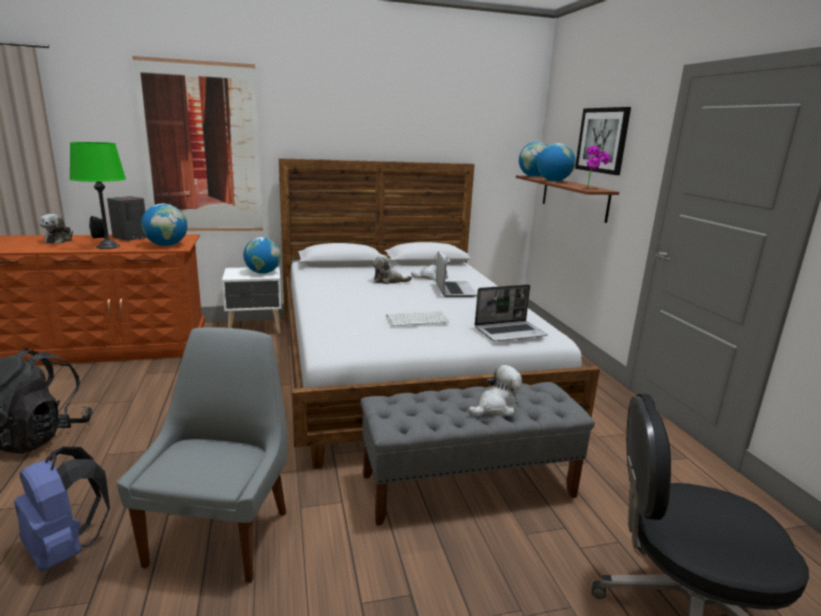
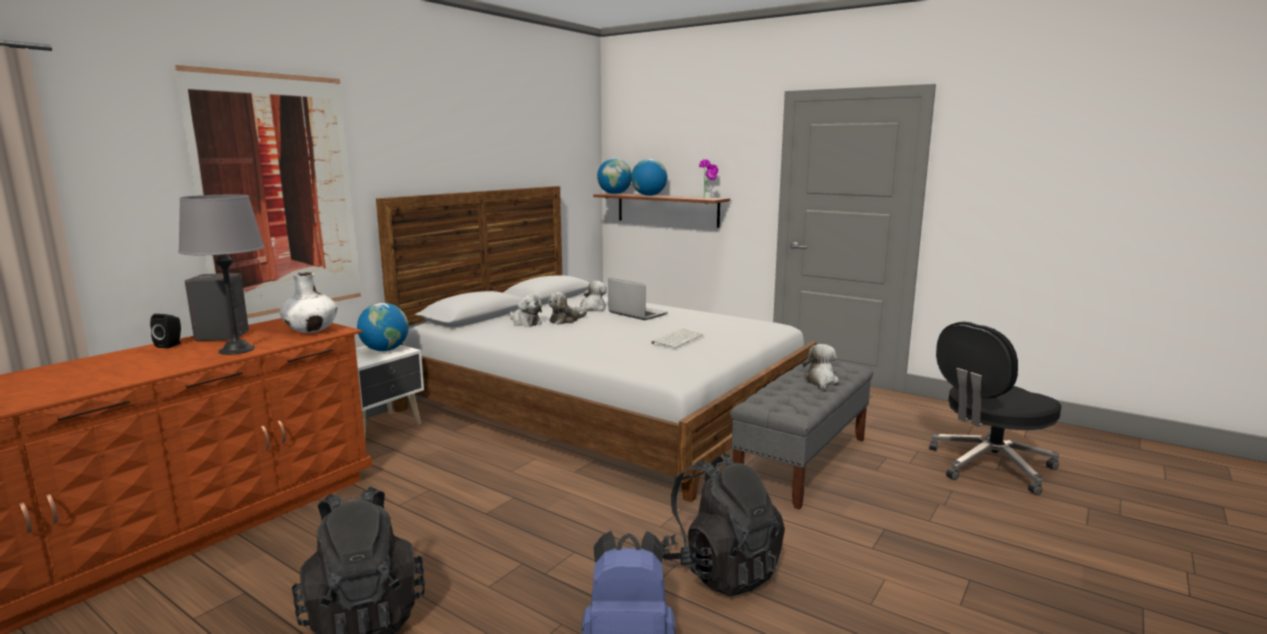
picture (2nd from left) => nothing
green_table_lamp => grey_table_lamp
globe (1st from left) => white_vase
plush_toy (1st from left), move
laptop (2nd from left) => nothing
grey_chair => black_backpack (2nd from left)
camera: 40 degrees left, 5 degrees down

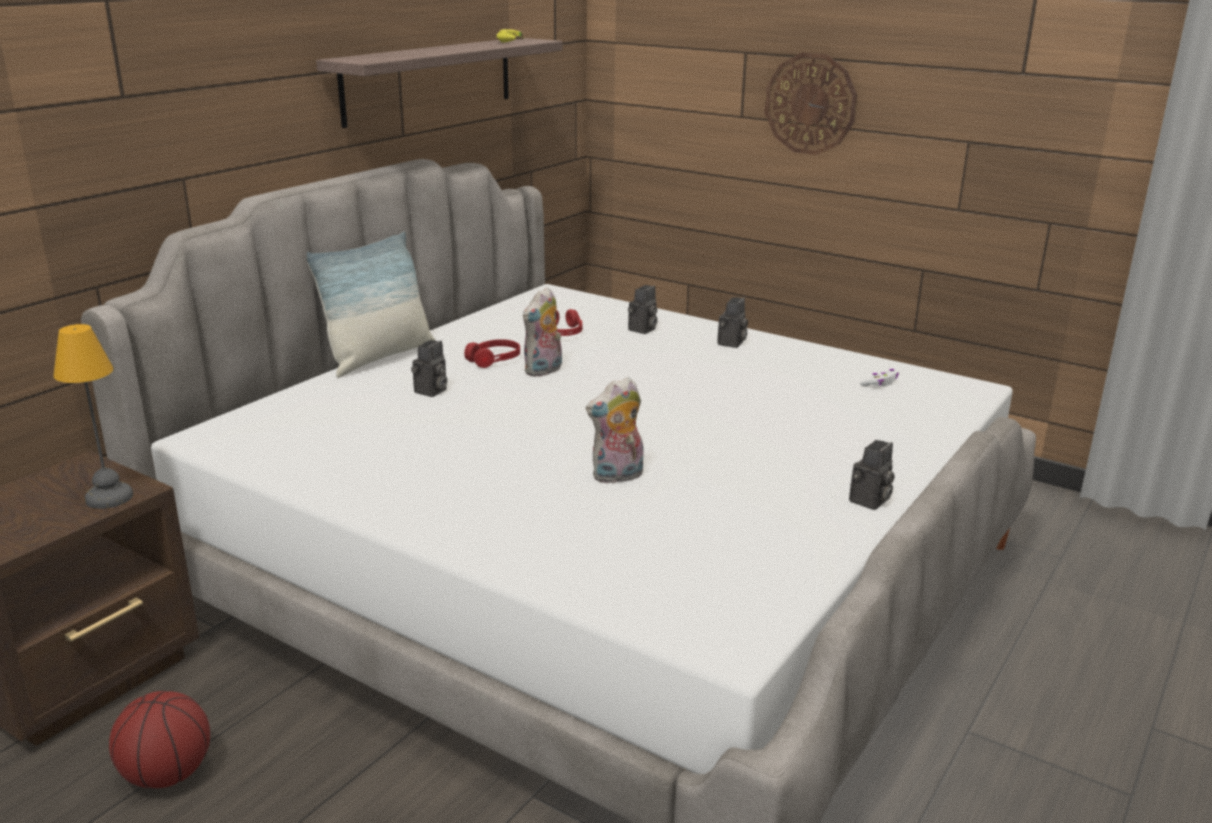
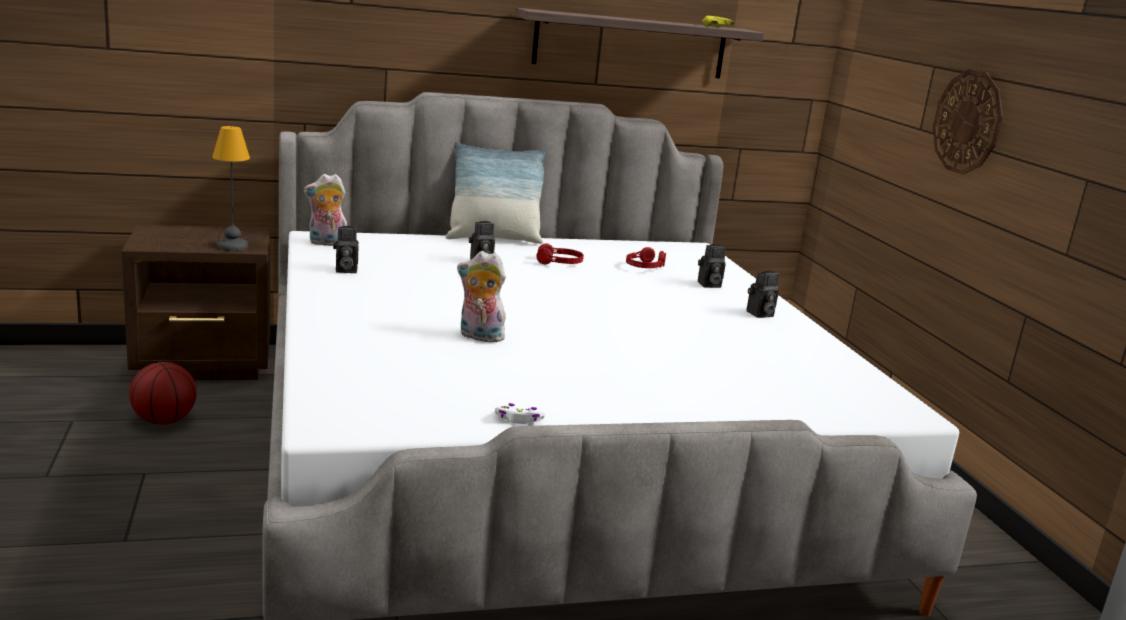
plush_toy (1st from left), move
white_game_controller, move
photo_camera (4th from left in the first image) => photo_camera (1st from left), move
camera: 40 degrees right, 5 degrees down

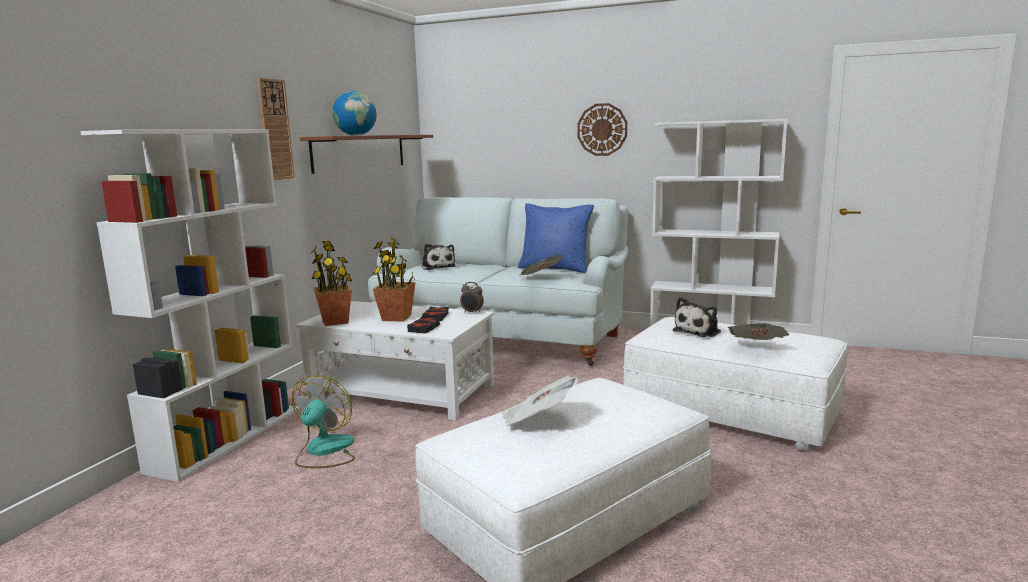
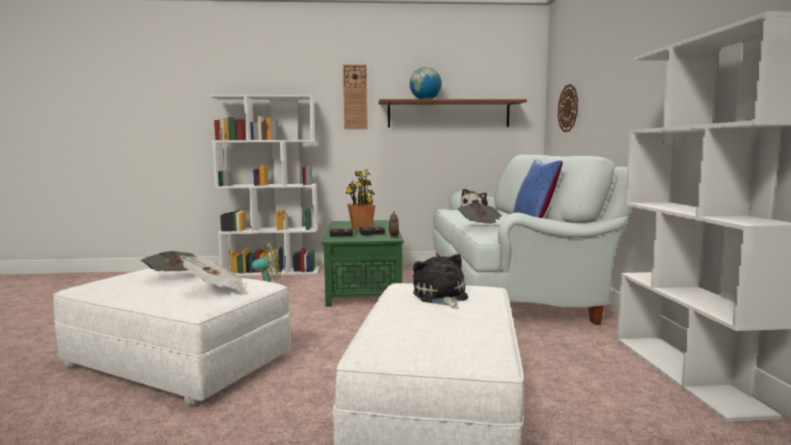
wall_clock (2nd from left), move
potted_plant (1st from left) => nothing
plush_toy (2nd from left in the first image) => plush_toy (1st from left), 60 degrees clockwise
white_coffee_table => green_coffee_table
newspaper (3rd from left in the first image) => newspaper (2nd from left), move
camera: 65 degrees right, 5 degrees down

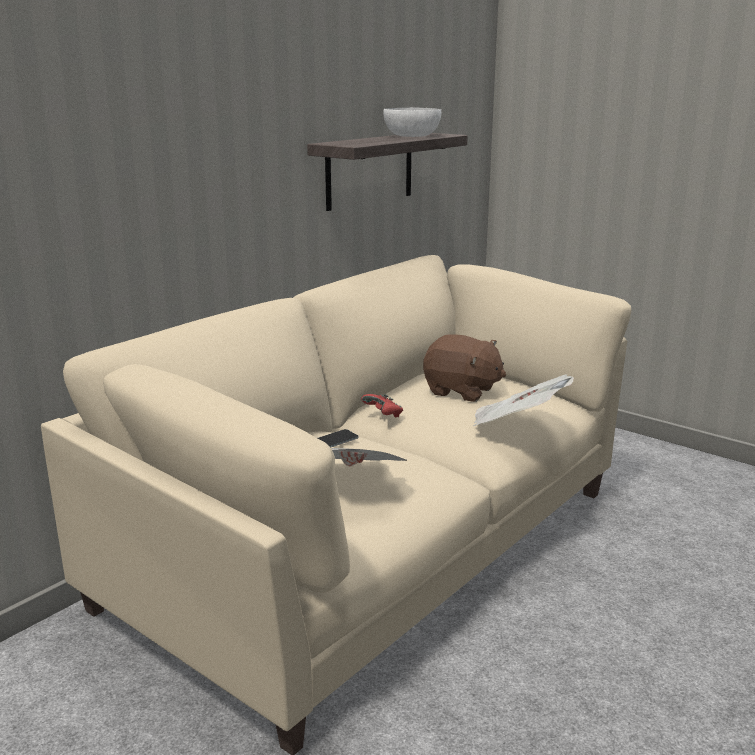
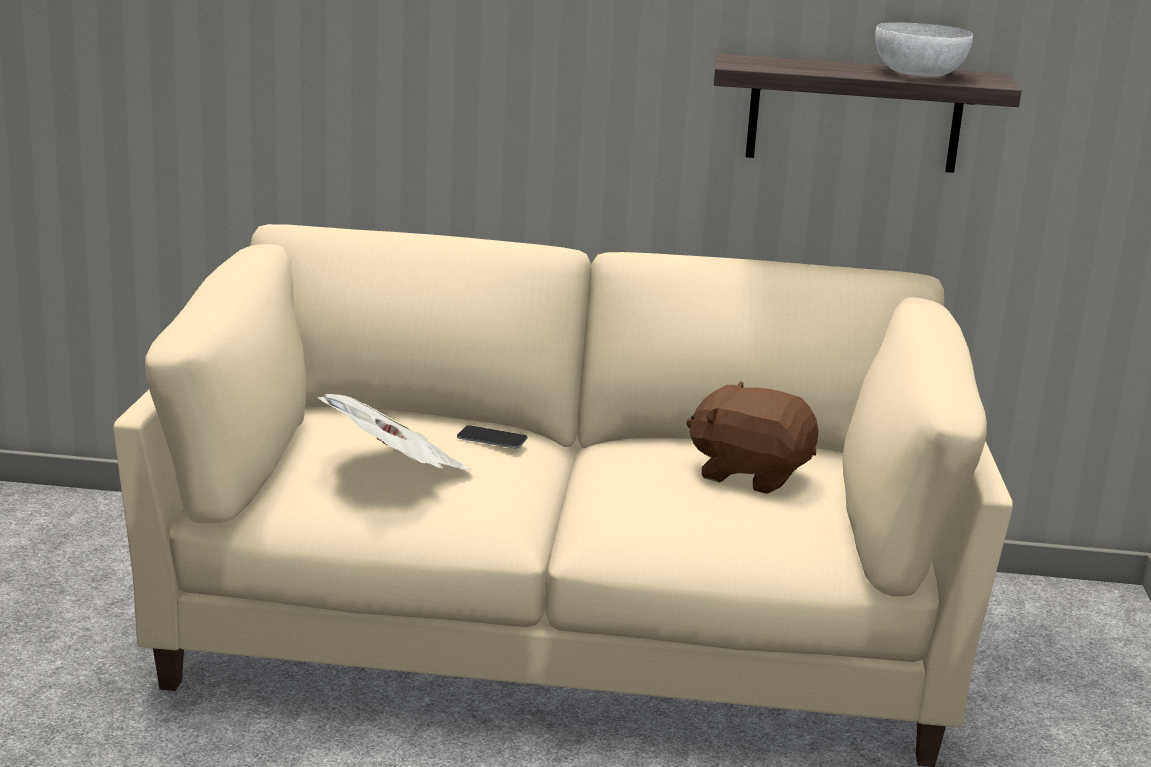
brown_plush_toy, 120 degrees clockwise
newspaper (2nd from left) => nothing
red_game_controller => nothing
camera: 55 degrees right, 0 degrees up

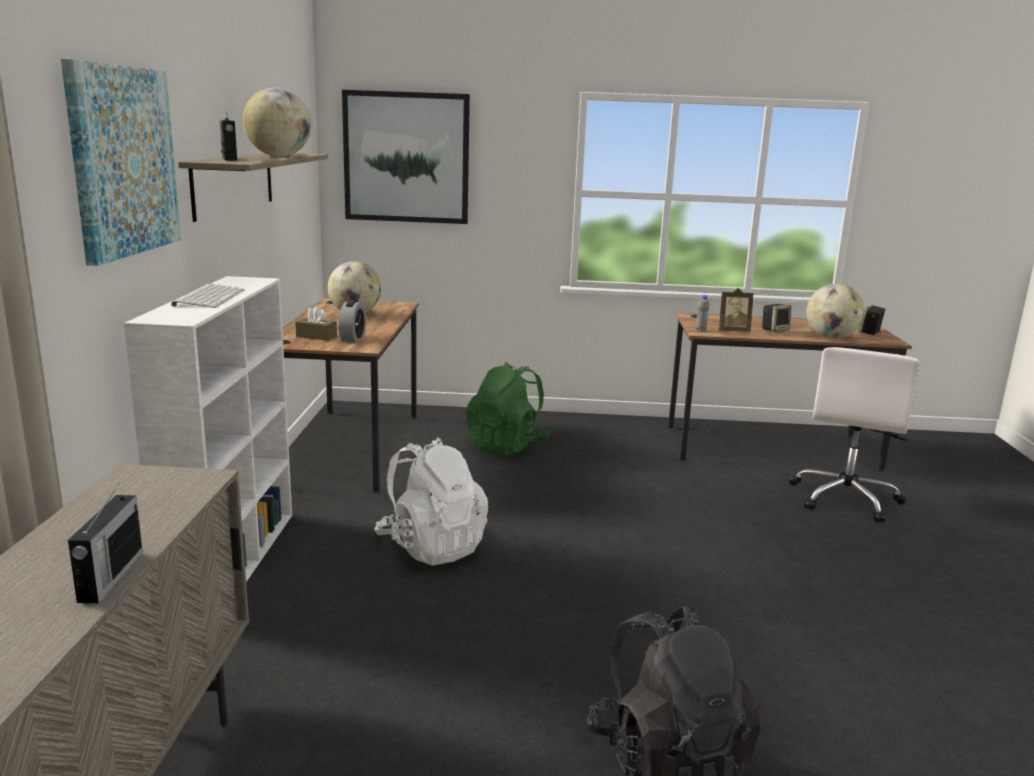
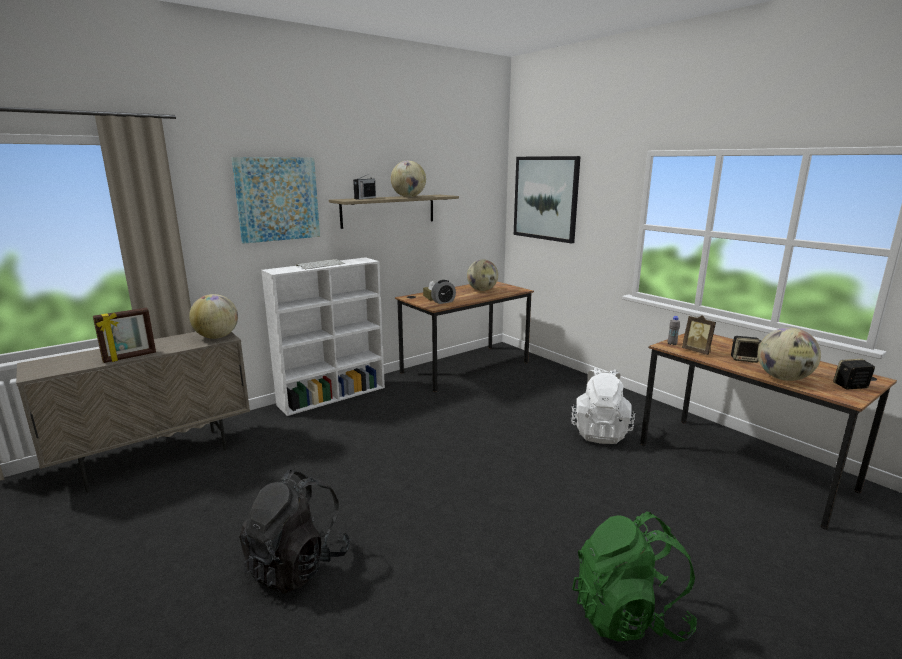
white_office_chair => nothing
green_backpack, move
white_backpack, move
radio (1st from left) => picture_frame (1st from left)
nothing => globe (1st from left)
camera: 50 degrees right, 0 degrees up

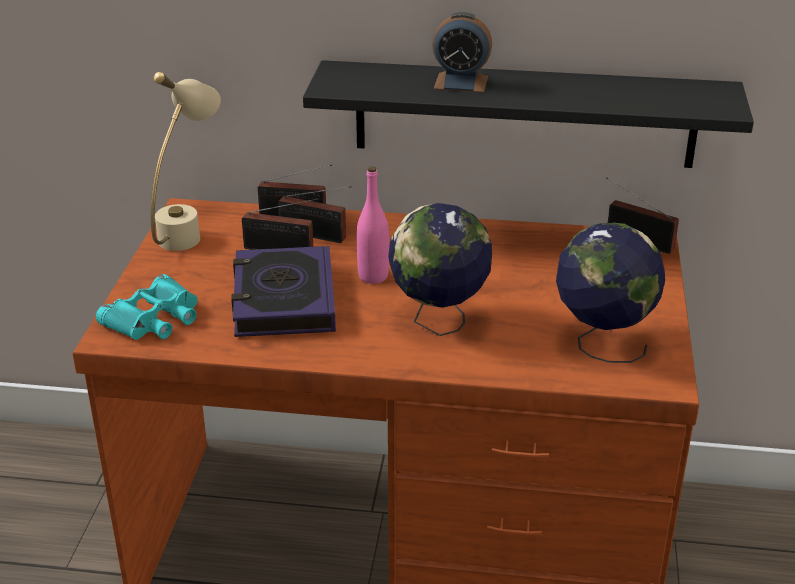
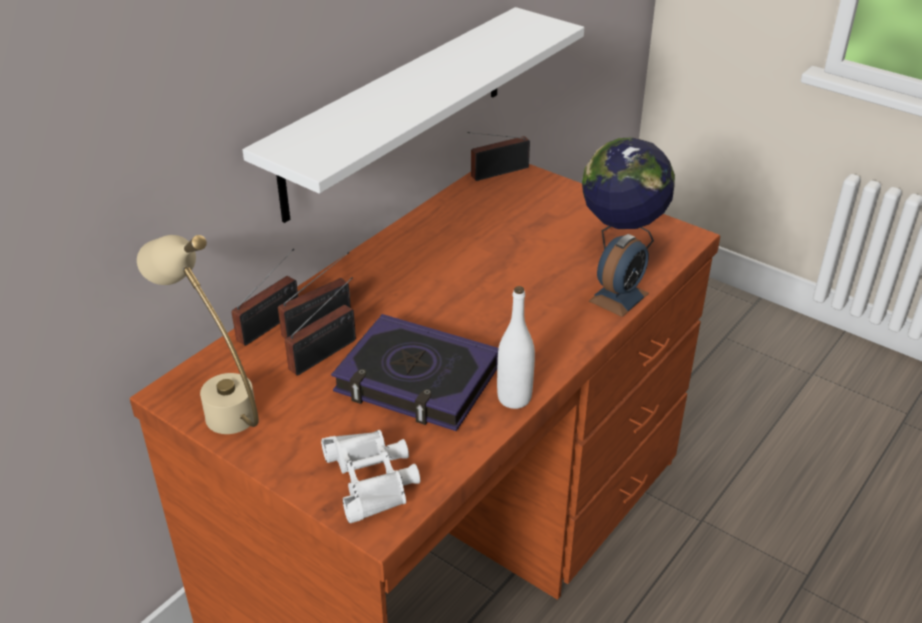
alarm_clock, move
black_shelf => white_shelf
pink_bottle => nothing
globe (1st from left) => nothing
turquoise_binoculars => white_binoculars
nothing => white_bottle
camera: 60 degrees left, 5 degrees up

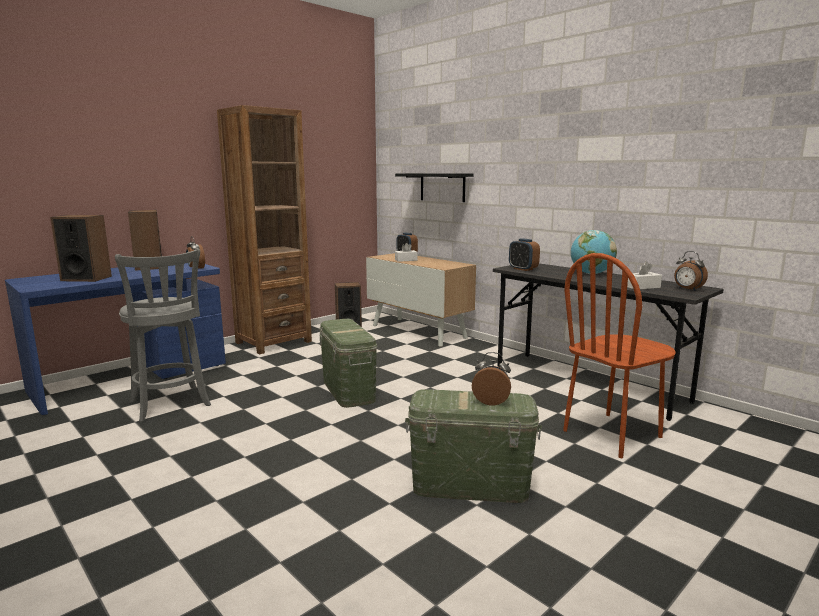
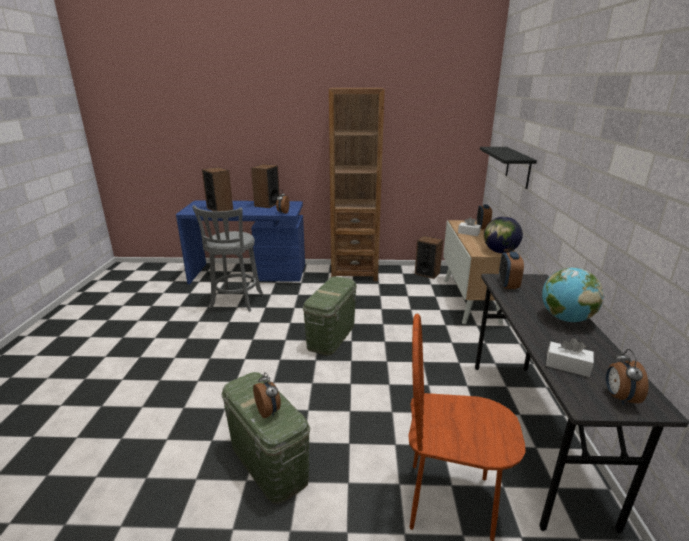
nothing => globe (1st from left)
camera: 45 degrees right, 10 degrees up

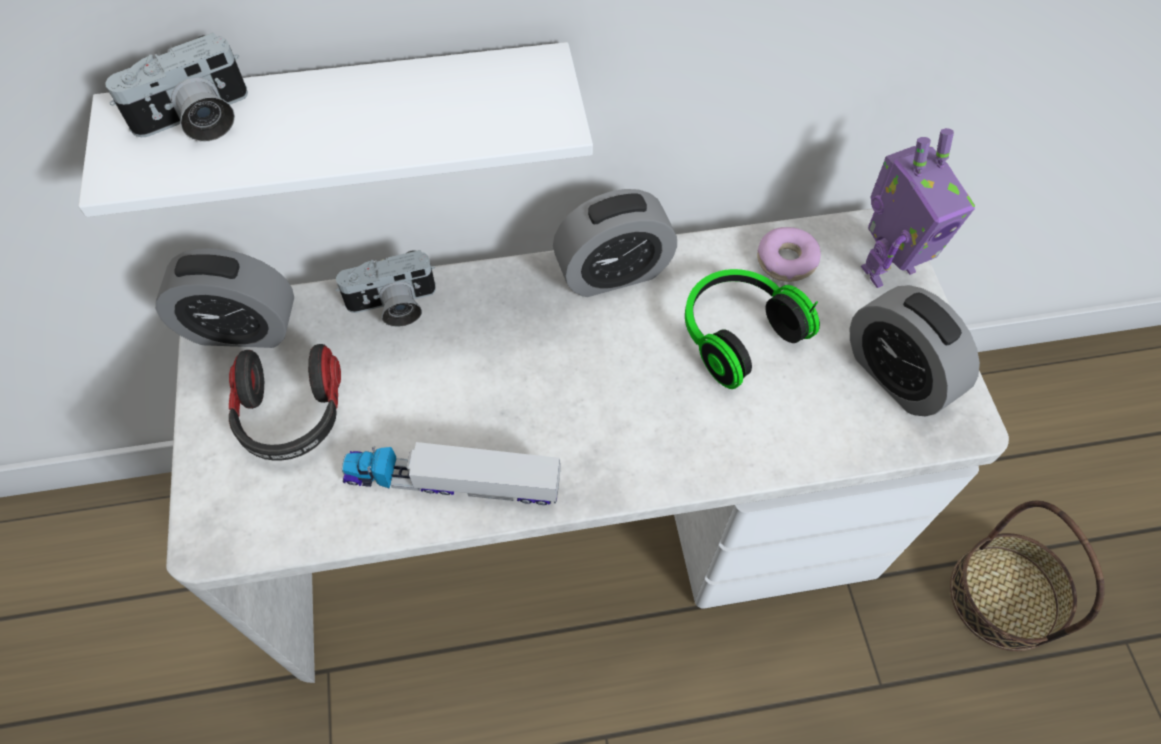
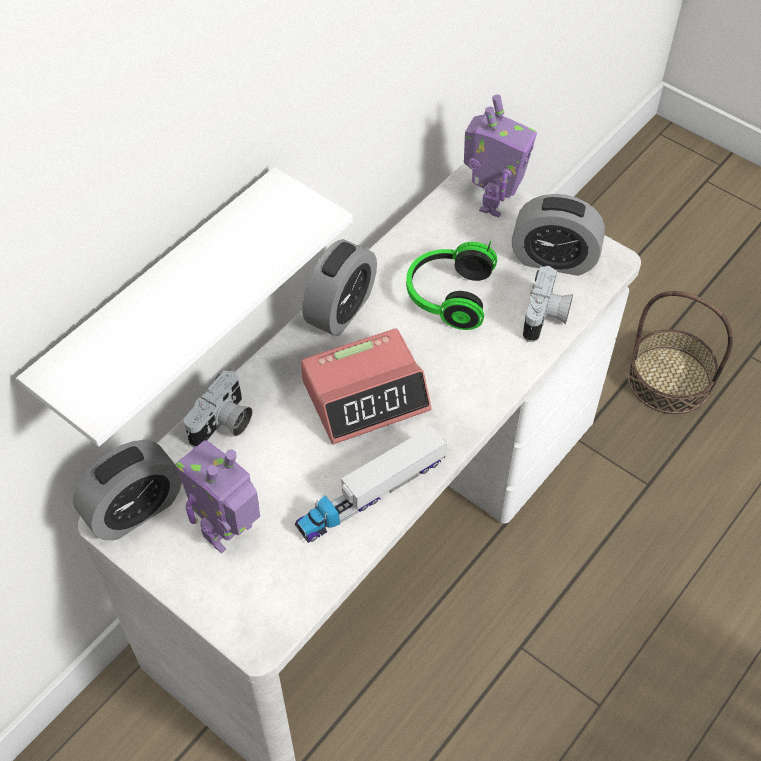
photo_camera (1st from left in the first image) => photo_camera (2nd from left), move
donut => nothing
headphones (1st from left) => toy_robot (1st from left)
nothing => alarm_clock (3rd from left)
camera: 40 degrees left, 5 degrees down

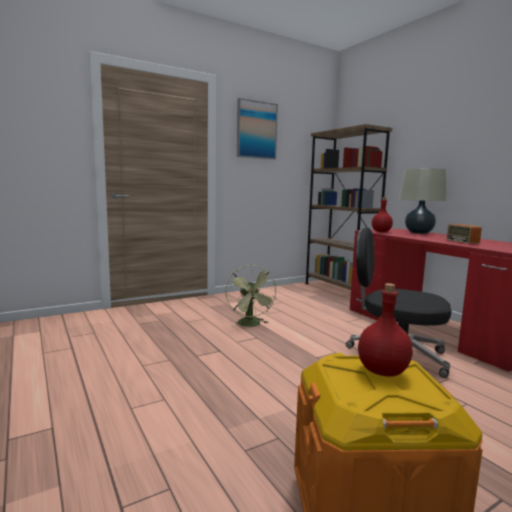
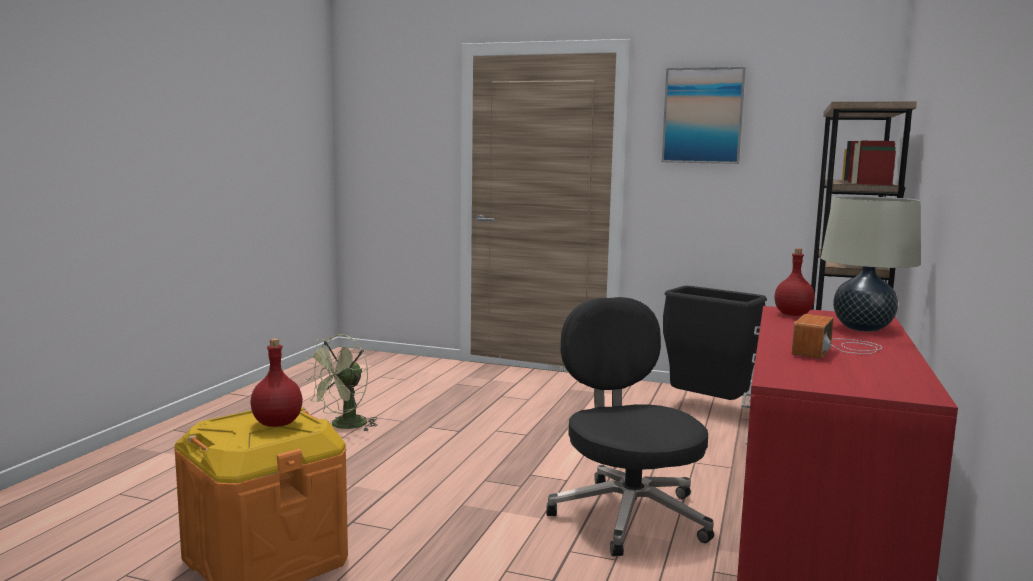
green_fan, move
nothing => black_trash_can
camera: 50 degrees right, 0 degrees up

